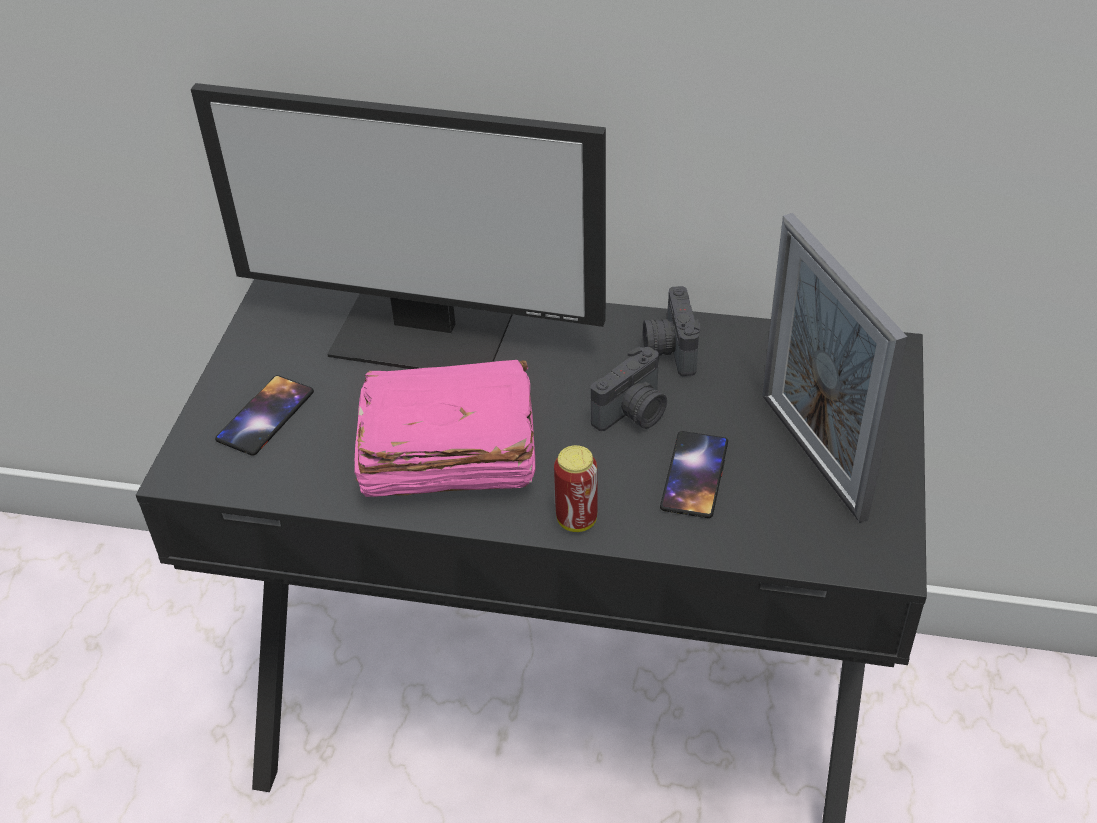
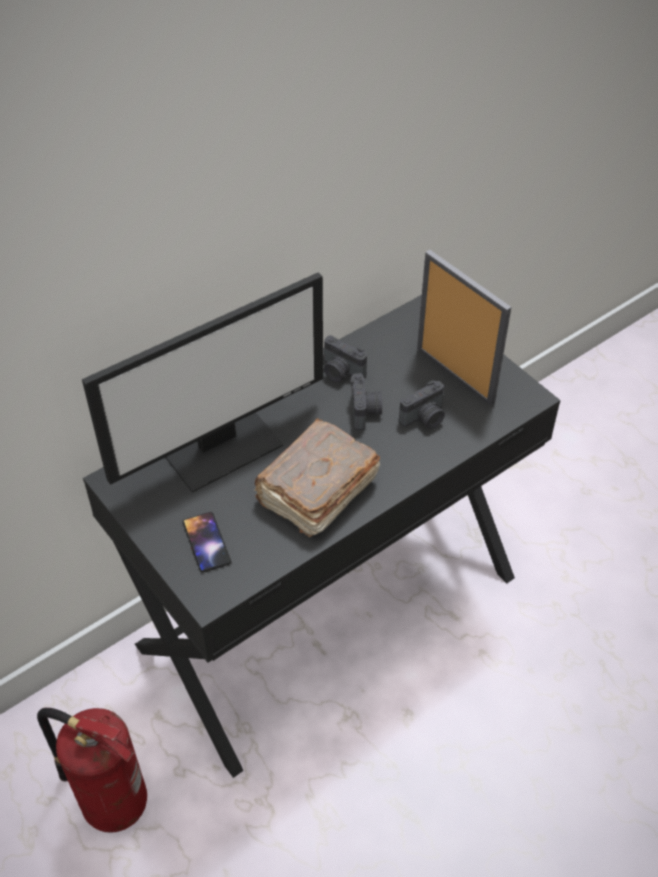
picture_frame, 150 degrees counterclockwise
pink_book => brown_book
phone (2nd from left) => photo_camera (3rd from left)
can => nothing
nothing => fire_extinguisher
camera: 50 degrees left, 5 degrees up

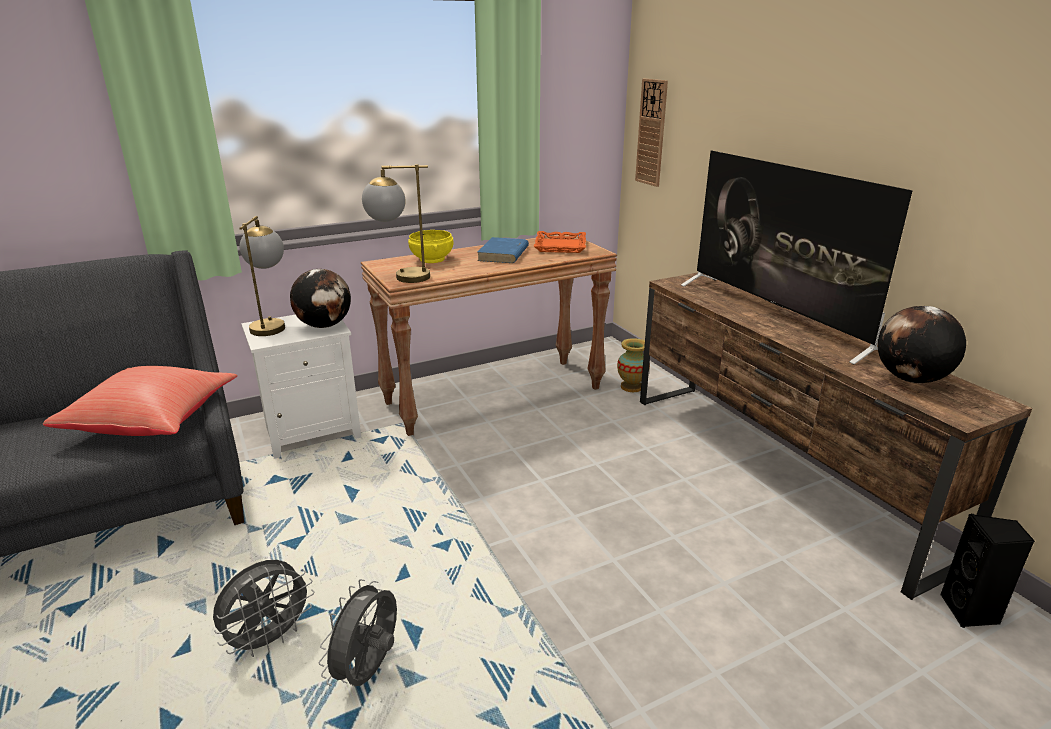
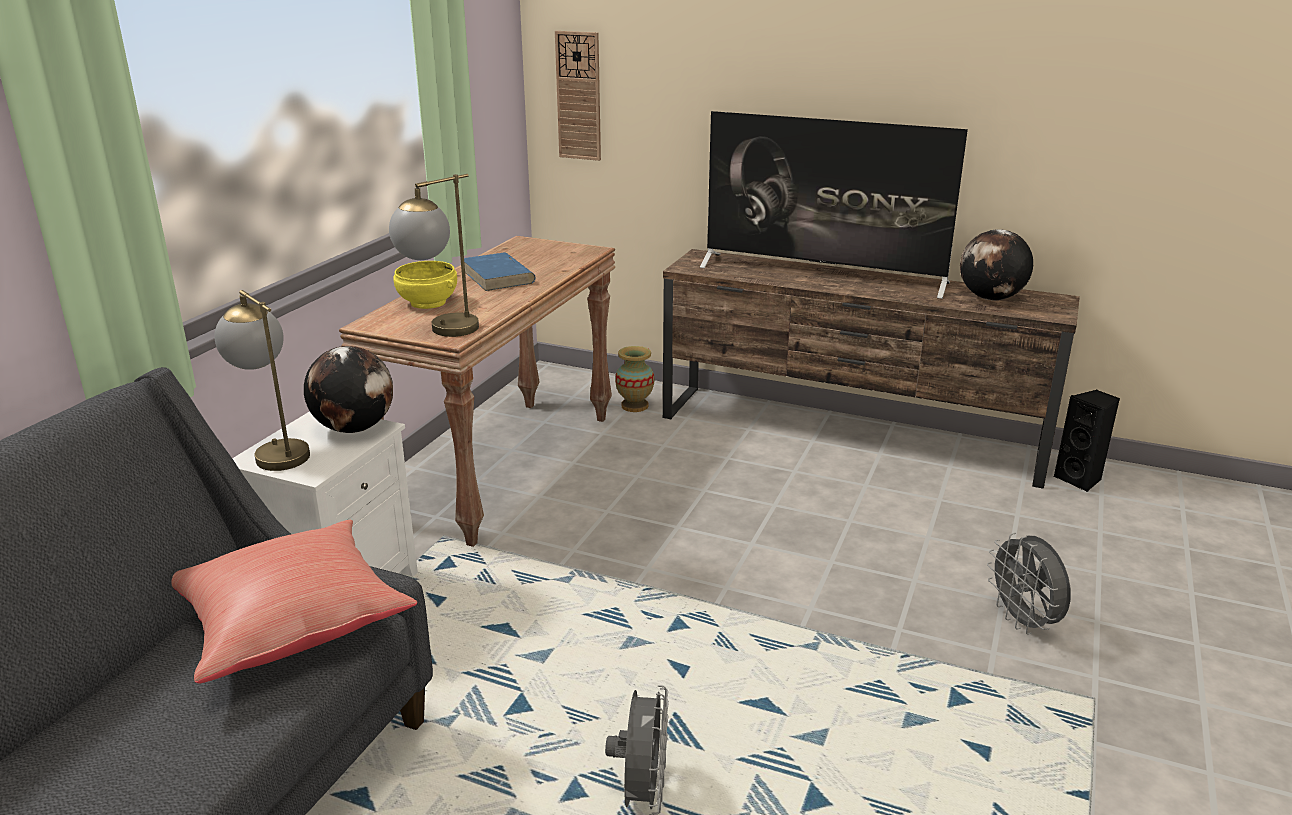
orange_tray => nothing
grey_fan (2nd from left), move
camera: 40 degrees left, 0 degrees up

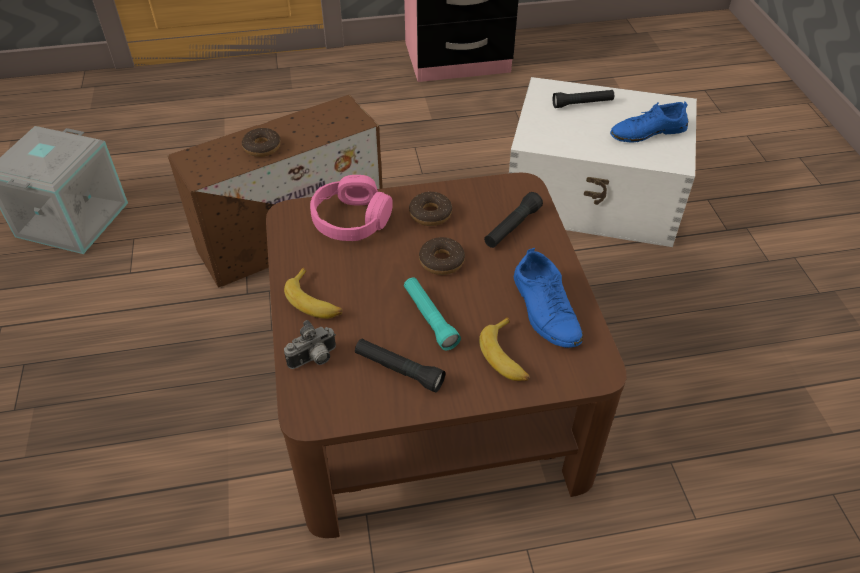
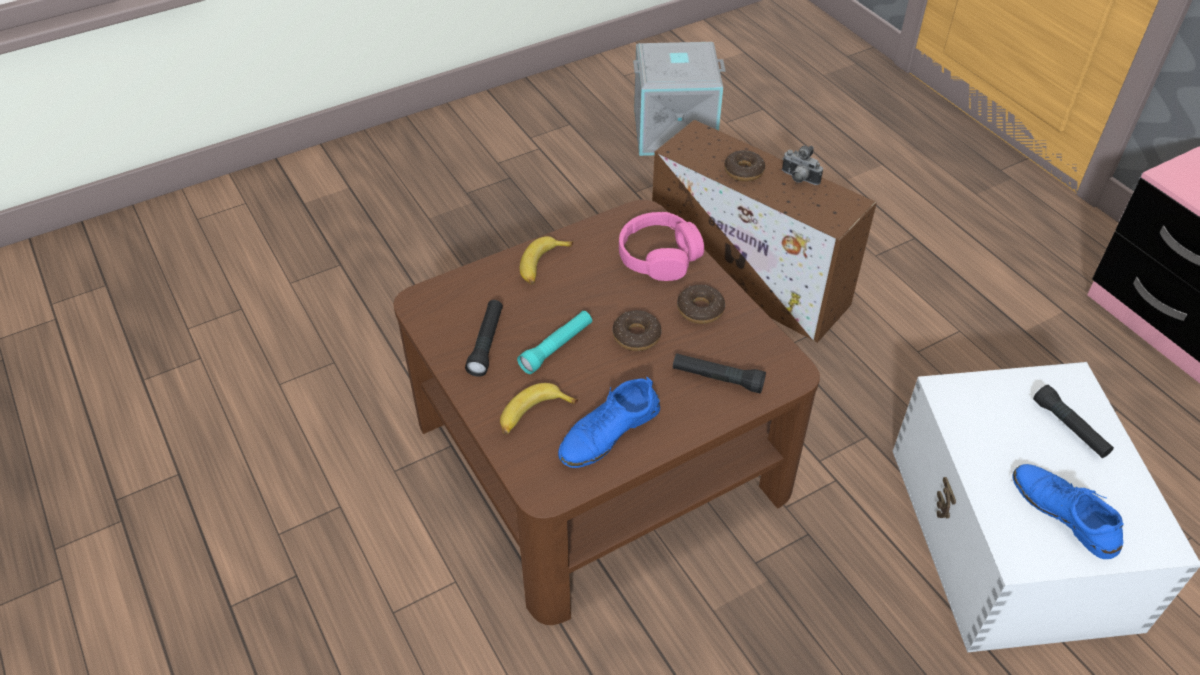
photo_camera, move
camera: 70 degrees right, 0 degrees up

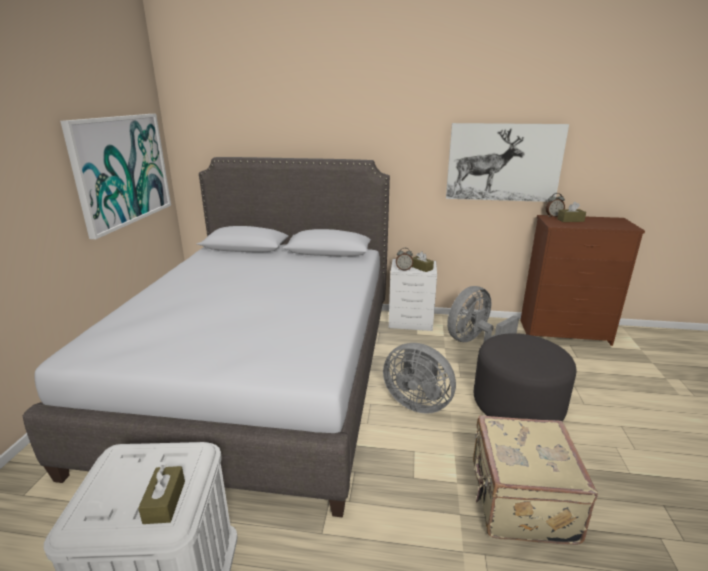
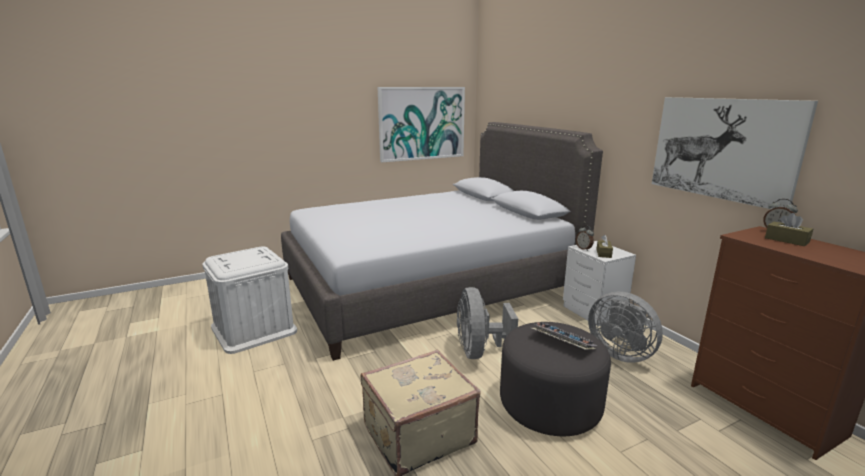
grey_fan (2nd from left), 150 degrees counterclockwise
brown_tissue_box (1st from left) => nothing
nothing => keyboard
camera: 55 degrees right, 5 degrees down

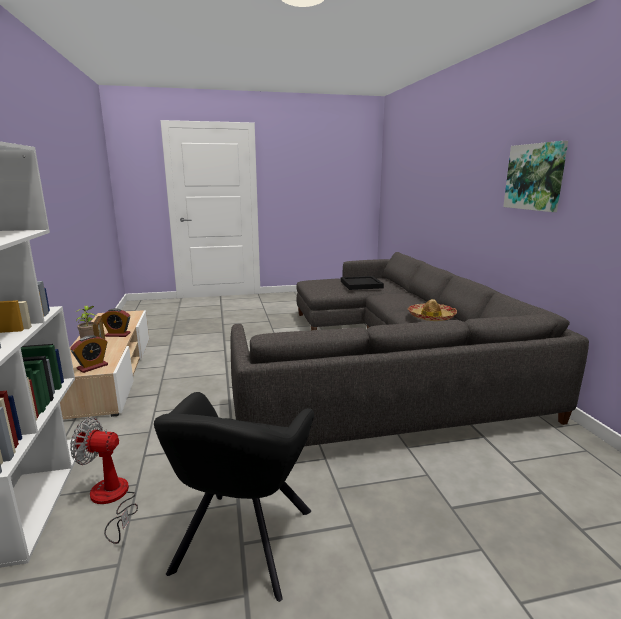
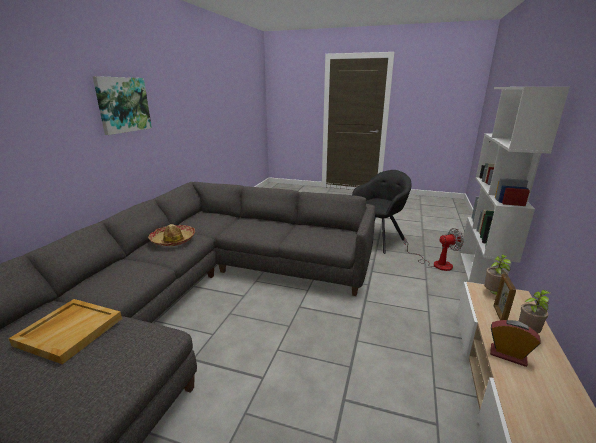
black_tray => beige_tray
alarm_clock (1st from left) => potted_plant (1st from left)
fan, 45 degrees counterclockwise
camera: 150 degrees left, 5 degrees up

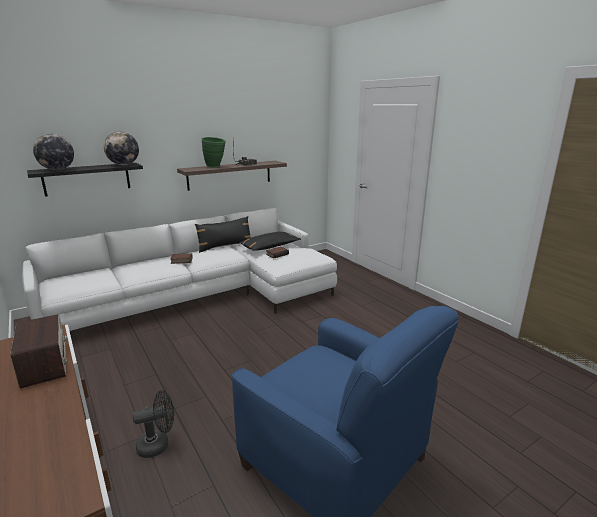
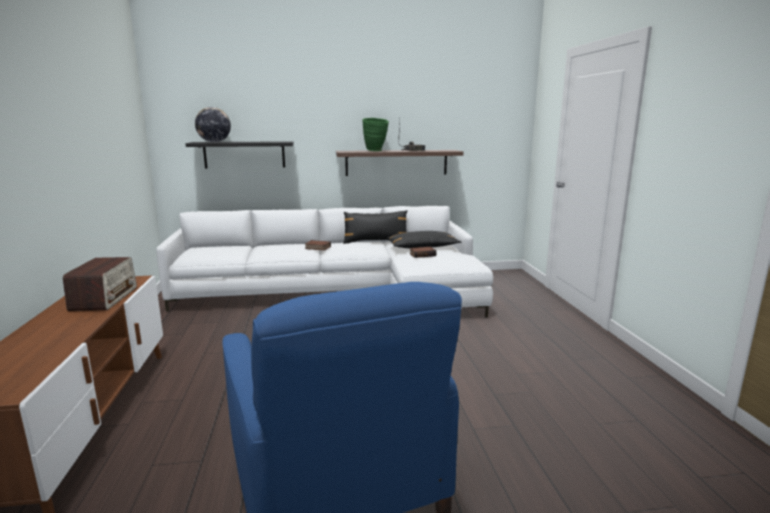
globe (2nd from left) => nothing
black_fan => nothing
camera: 25 degrees right, 5 degrees down

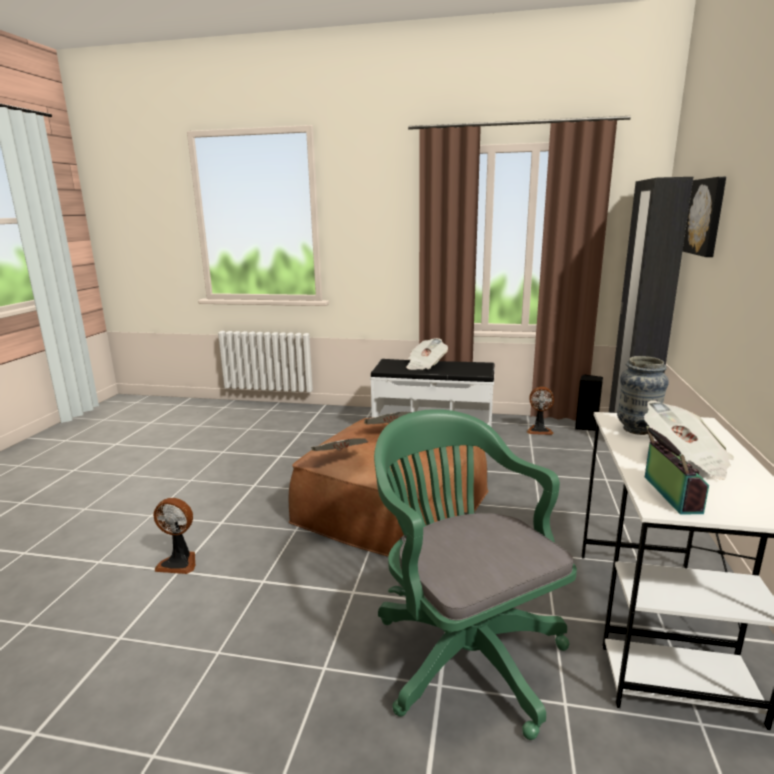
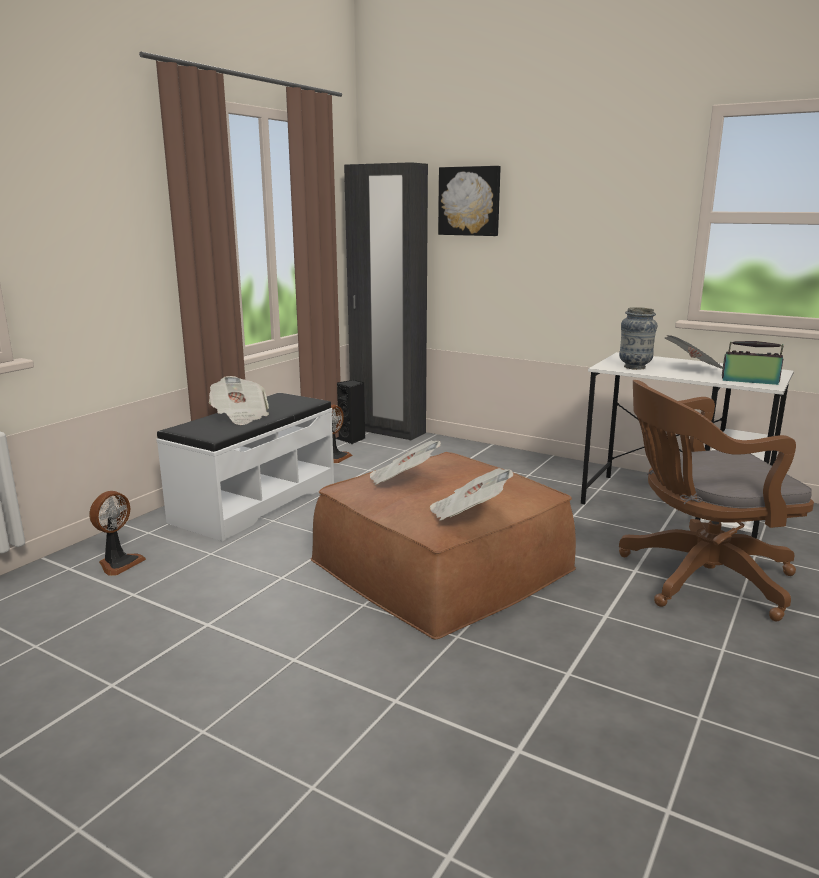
green_office_chair => brown_office_chair
fan (1st from left), move
camera: 70 degrees left, 0 degrees up

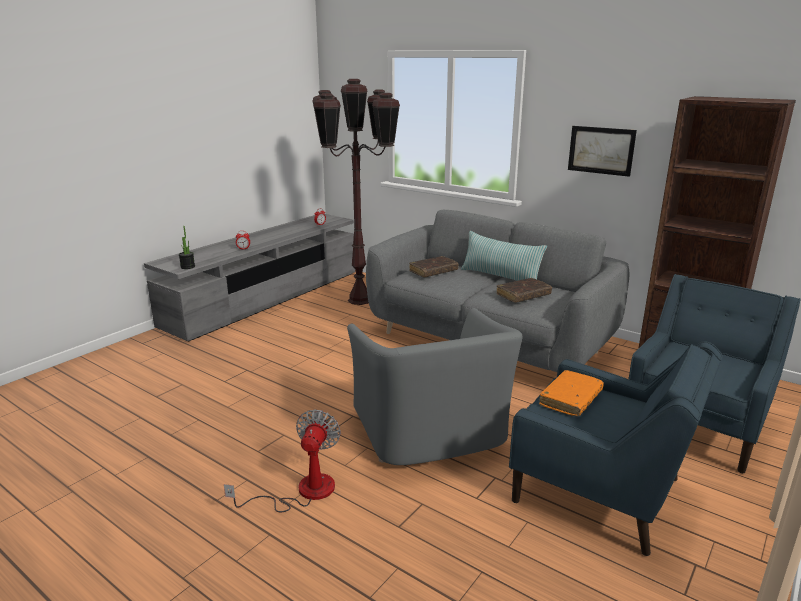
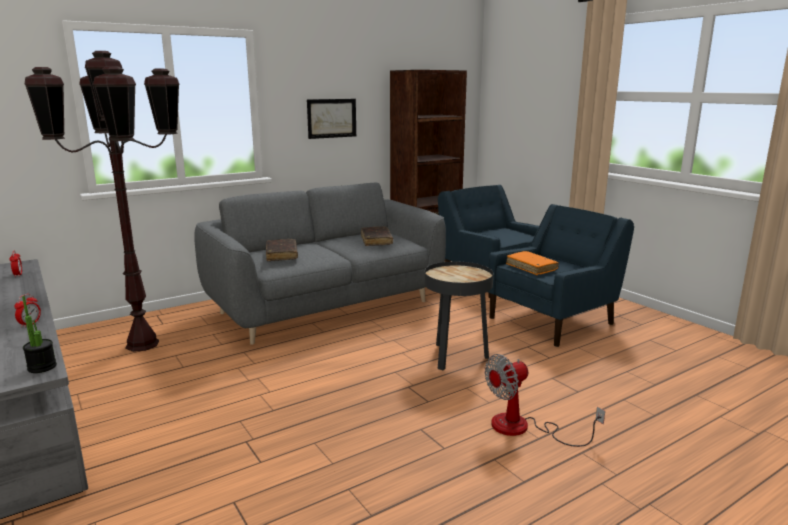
pillow => nothing
grey_armchair => black_side_table
fan, 60 degrees counterclockwise
camera: 70 degrees left, 5 degrees down

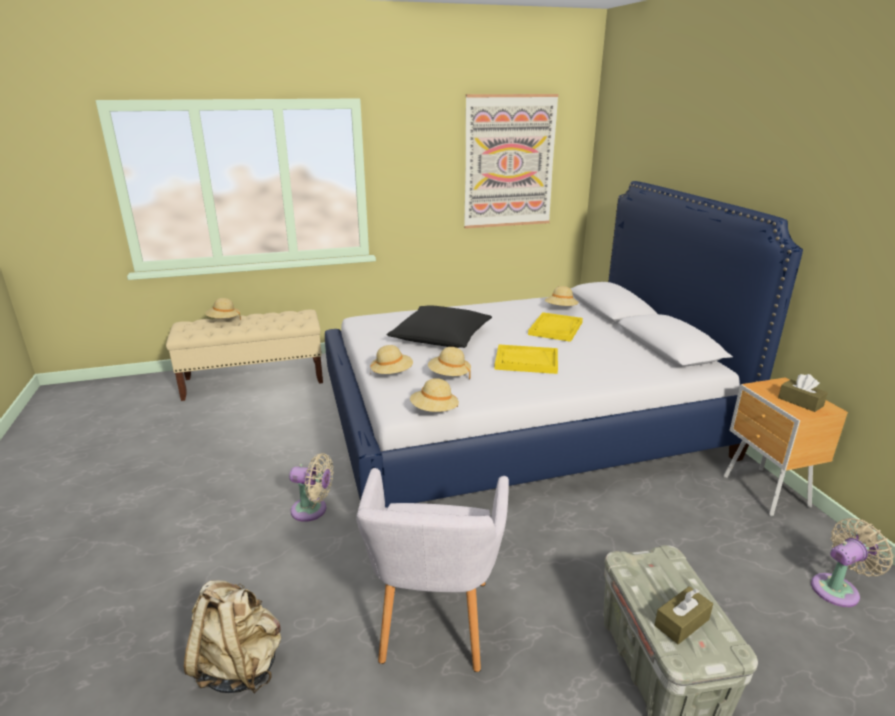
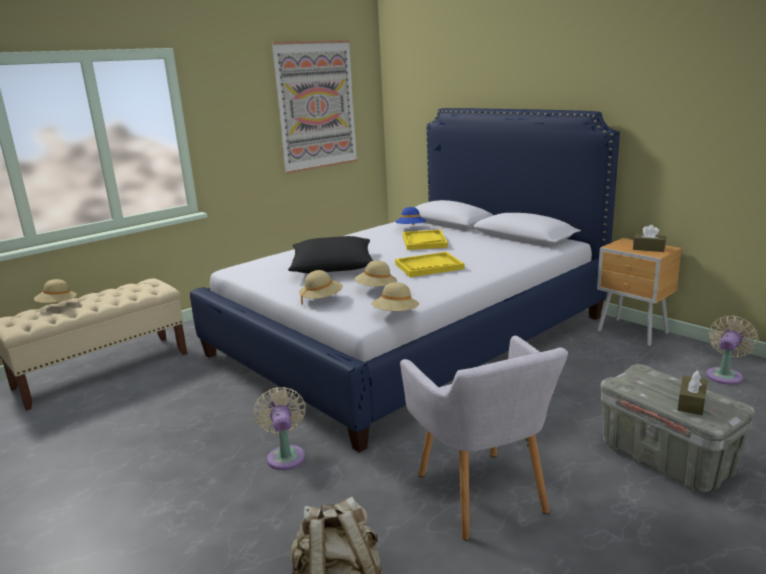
beige_hat (5th from left) => blue_hat
beige_fan (1st from left), 90 degrees counterclockwise
camera: 25 degrees left, 5 degrees down

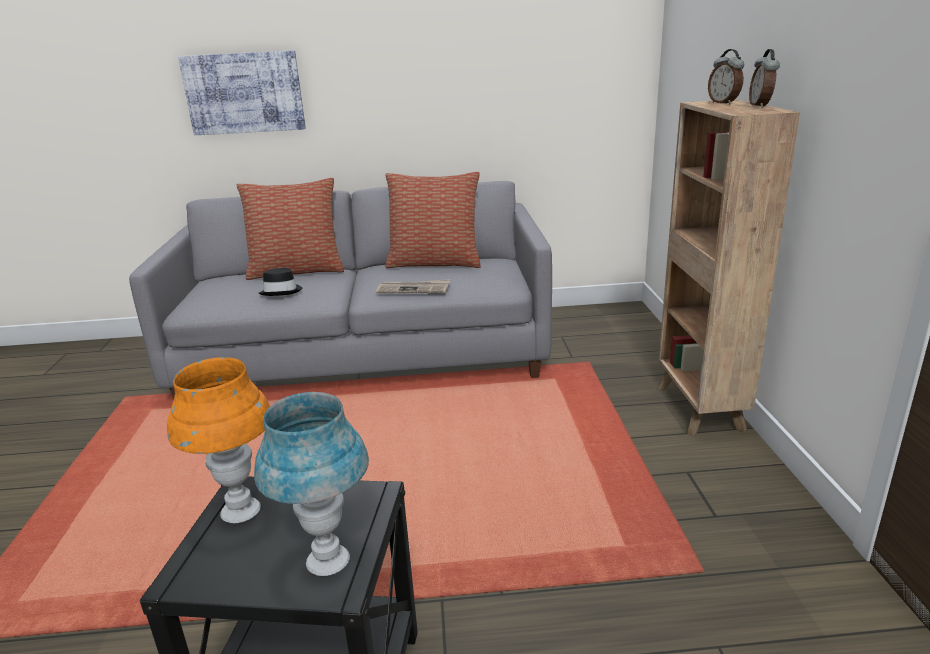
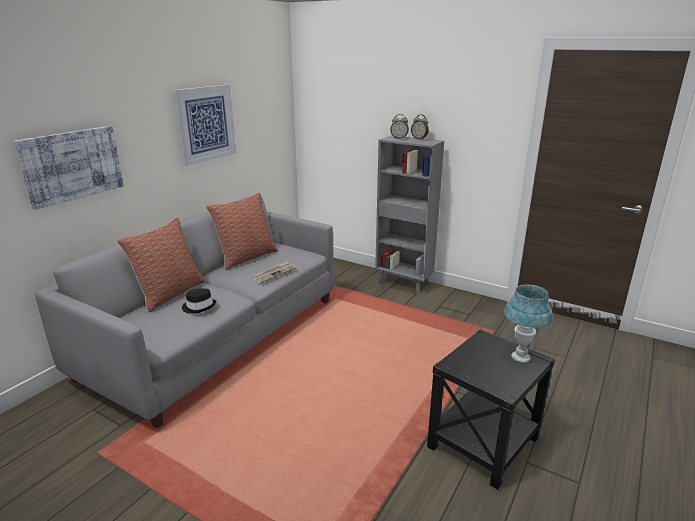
brown_bookcase => grey_bookcase
orange_table_lamp => nothing
nothing => picture (2nd from left)
camera: 55 degrees left, 0 degrees up

